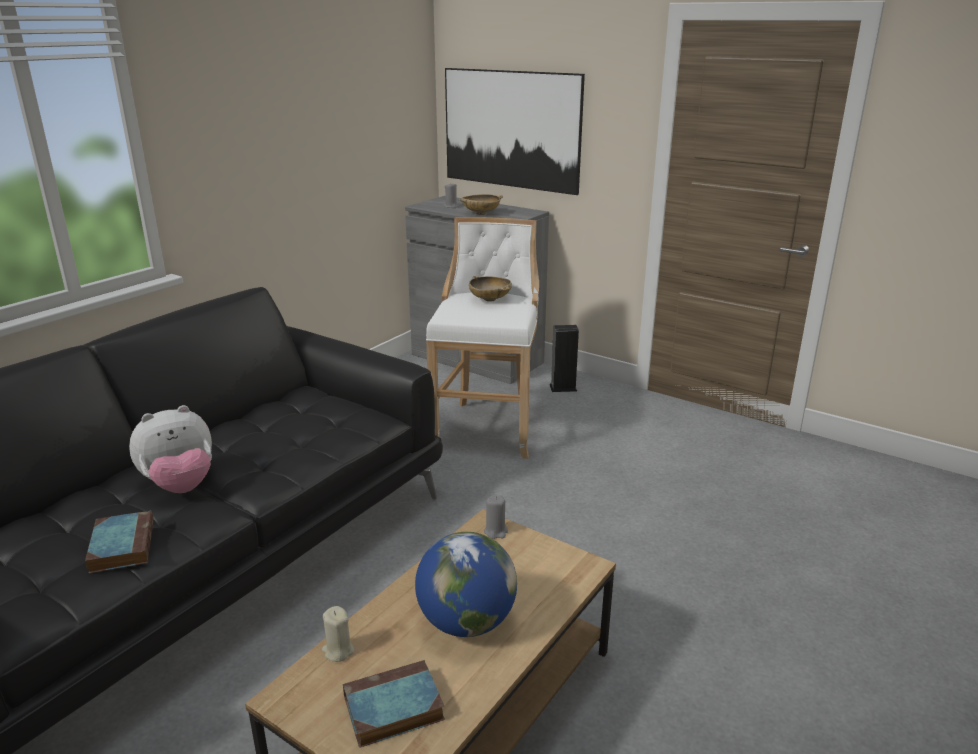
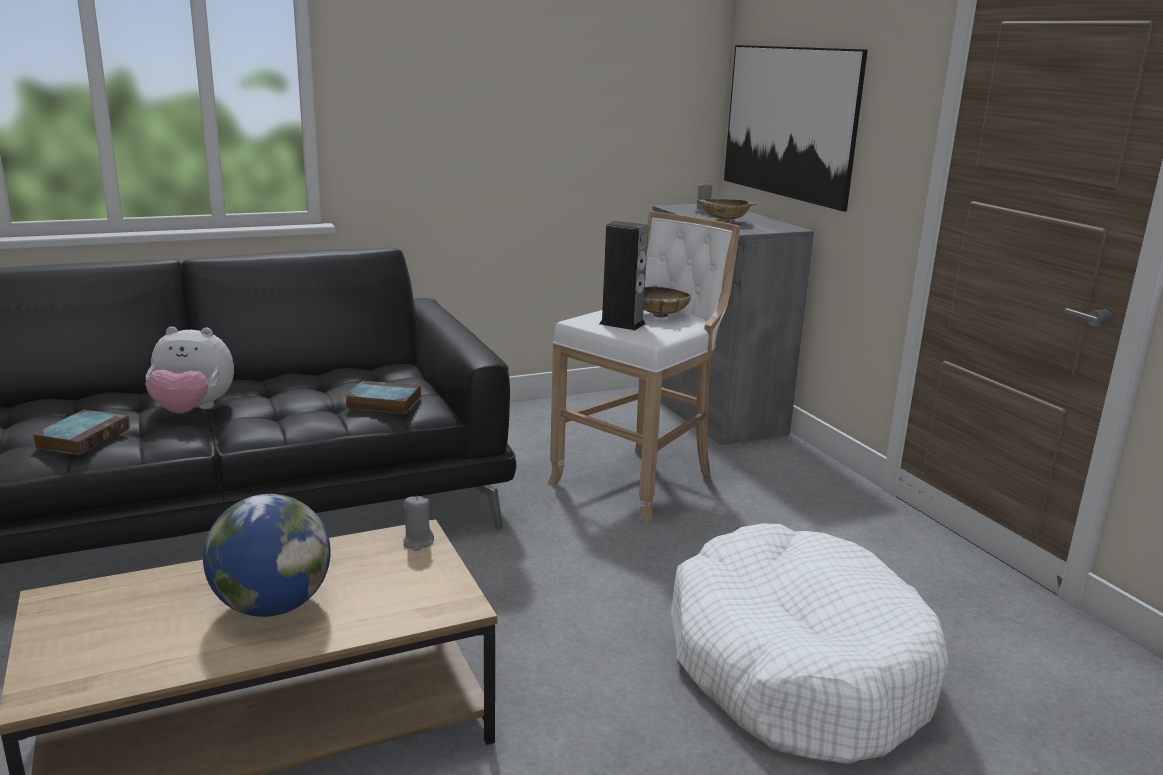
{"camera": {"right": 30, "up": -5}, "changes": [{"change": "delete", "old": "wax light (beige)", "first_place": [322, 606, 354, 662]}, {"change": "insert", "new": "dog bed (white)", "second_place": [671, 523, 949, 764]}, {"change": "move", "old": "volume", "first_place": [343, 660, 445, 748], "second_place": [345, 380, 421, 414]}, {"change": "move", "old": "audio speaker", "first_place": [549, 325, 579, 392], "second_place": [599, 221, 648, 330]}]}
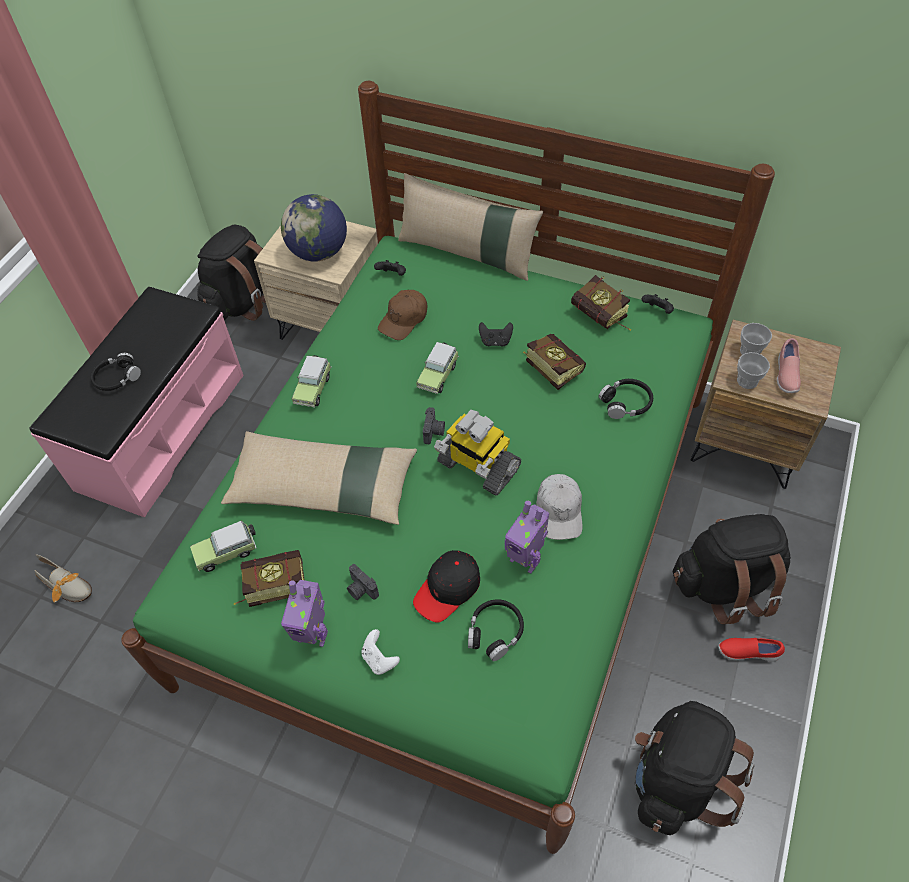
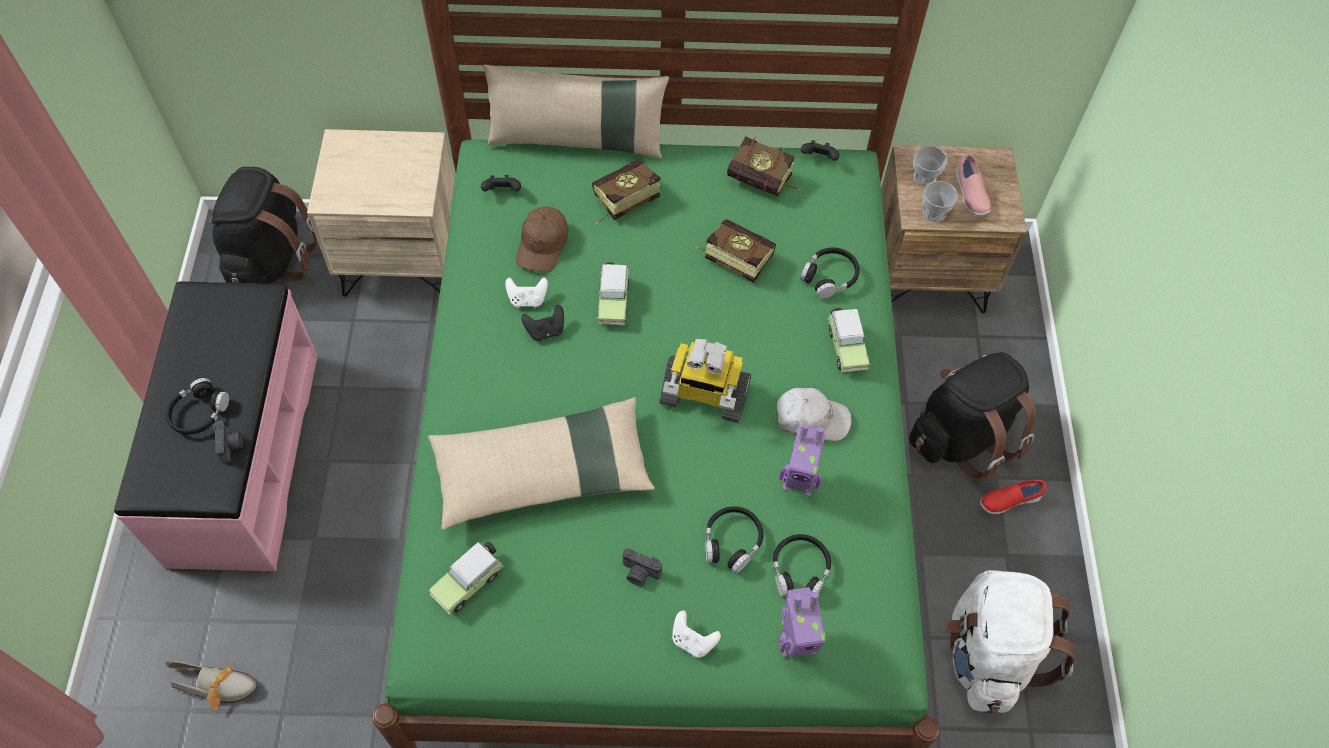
{"camera": {"right": -25, "up": 5}, "changes": [{"change": "delete", "old": "desk globe", "first_place": [281, 194, 347, 262]}, {"change": "insert", "new": "gamepad (white)", "second_place": [505, 277, 548, 307]}, {"change": "move", "old": "volume", "first_place": [234, 550, 305, 607], "second_place": [592, 160, 661, 225]}, {"change": "move", "old": "model robot", "first_place": [281, 580, 328, 647], "second_place": [778, 587, 826, 657]}, {"change": "move", "old": "model car", "first_place": [292, 355, 332, 407], "second_place": [828, 308, 870, 373]}, {"change": "move", "old": "still camera", "first_place": [423, 407, 445, 444], "second_place": [213, 420, 243, 463]}, {"change": "move", "old": "gamepad (black)", "first_place": [479, 322, 513, 347], "second_place": [521, 305, 564, 341]}, {"change": "replace", "old": "baseball cap (black)", "new": "pair of headphones (black)", "first_place": [413, 550, 480, 623], "second_place": [705, 506, 763, 573]}, {"change": "recolor", "old": "backpack (black)", "new": "backpack (white)", "first_place": [635, 701, 755, 835], "second_place": [945, 570, 1075, 714]}, {"change": "rotate", "old": "baseball cap (white)", "first_place": [536, 474, 582, 540], "second_place": [777, 388, 852, 441], "degrees": -60}]}
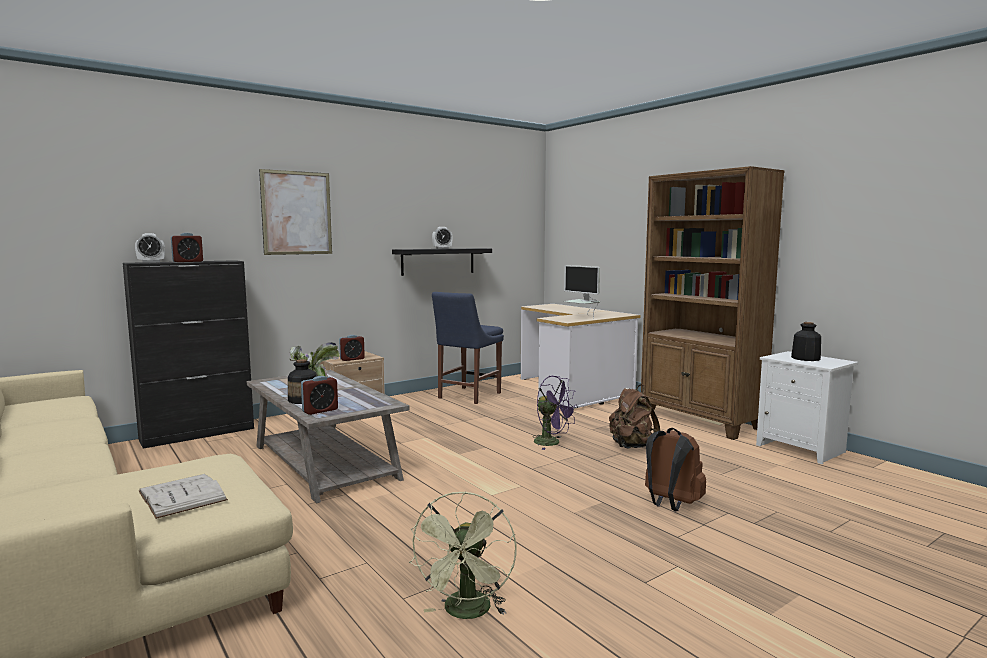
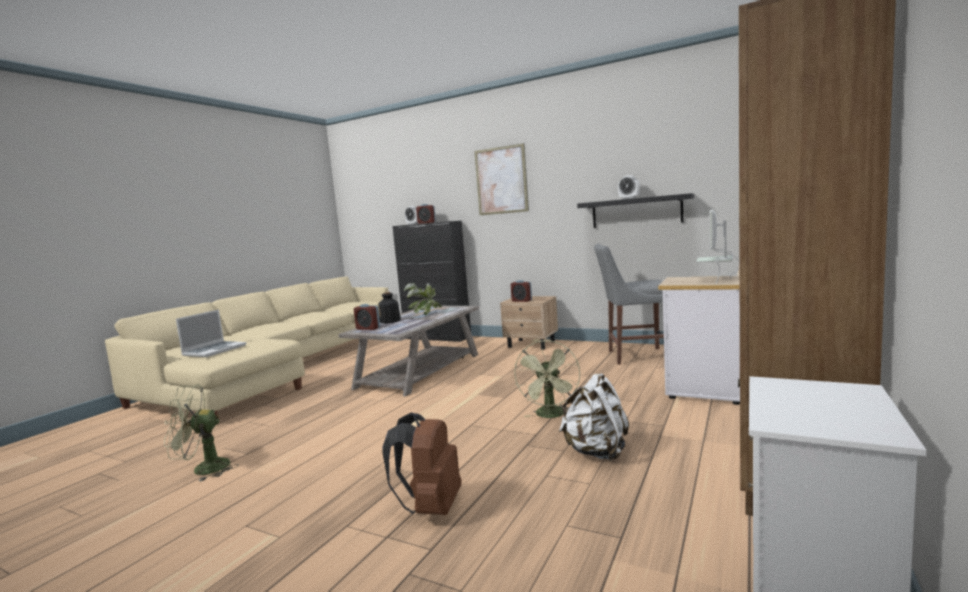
{"camera": {"right": 65, "up": 0}, "changes": [{"change": "delete", "old": "bottle", "first_place": [791, 322, 821, 361]}, {"change": "replace", "old": "volume (white)", "new": "notebook computer", "first_place": [139, 474, 228, 519], "second_place": [176, 309, 246, 357]}, {"change": "recolor", "old": "plain chair (blue)", "new": "plain chair (greyish)", "first_place": [432, 292, 504, 404], "second_place": [594, 244, 664, 365]}, {"change": "recolor", "old": "electric fan (purple)", "new": "electric fan (green)", "first_place": [532, 376, 578, 450], "second_place": [514, 340, 580, 418]}, {"change": "recolor", "old": "backpack (brown)", "new": "backpack (white)", "first_place": [609, 384, 660, 449], "second_place": [559, 373, 630, 461]}]}
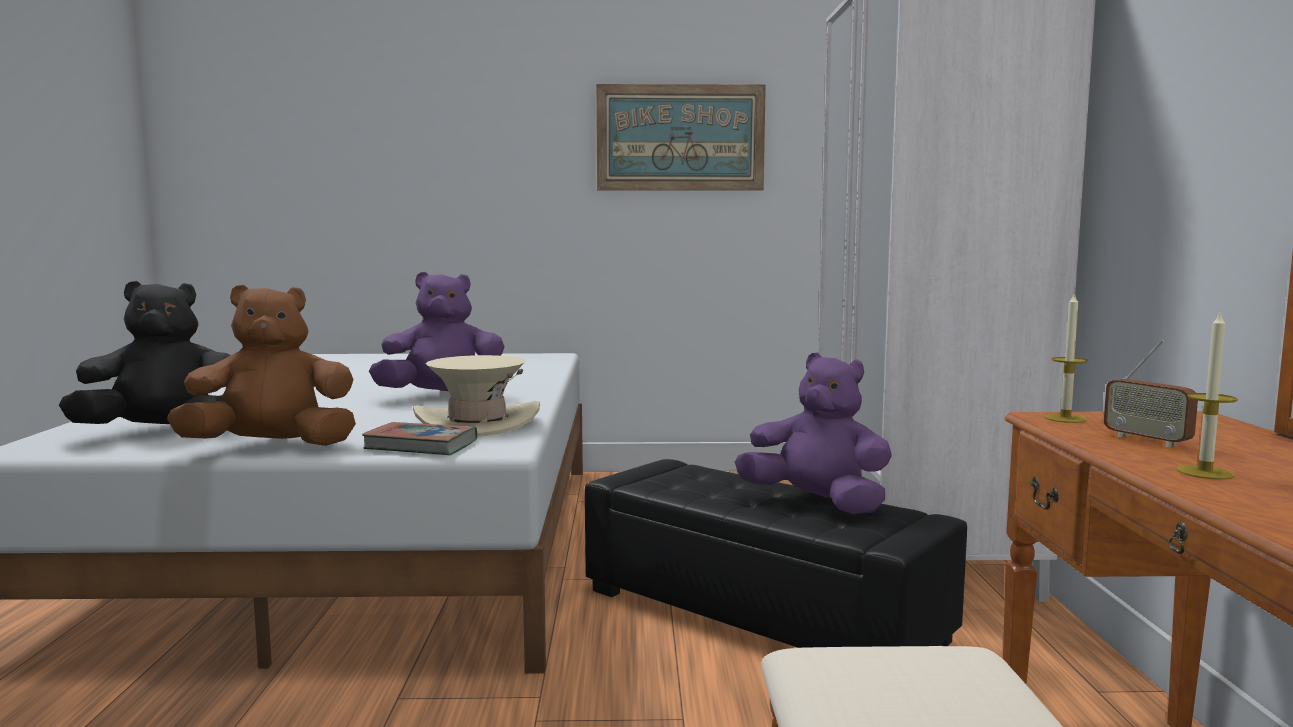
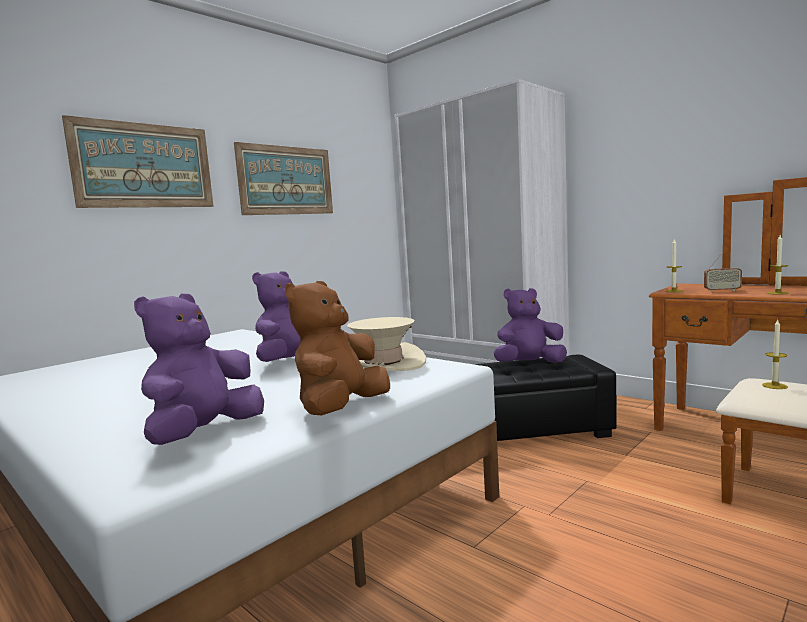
{"camera": {"right": -45, "up": 0}, "changes": [{"change": "delete", "old": "volume", "first_place": [362, 422, 477, 455]}, {"change": "insert", "new": "wall art", "second_place": [62, 115, 213, 208]}, {"change": "insert", "new": "wax light", "second_place": [762, 319, 788, 389]}, {"change": "recolor", "old": "plush toy (black)", "new": "plush toy (purple)", "first_place": [59, 281, 231, 424], "second_place": [134, 293, 264, 445]}]}
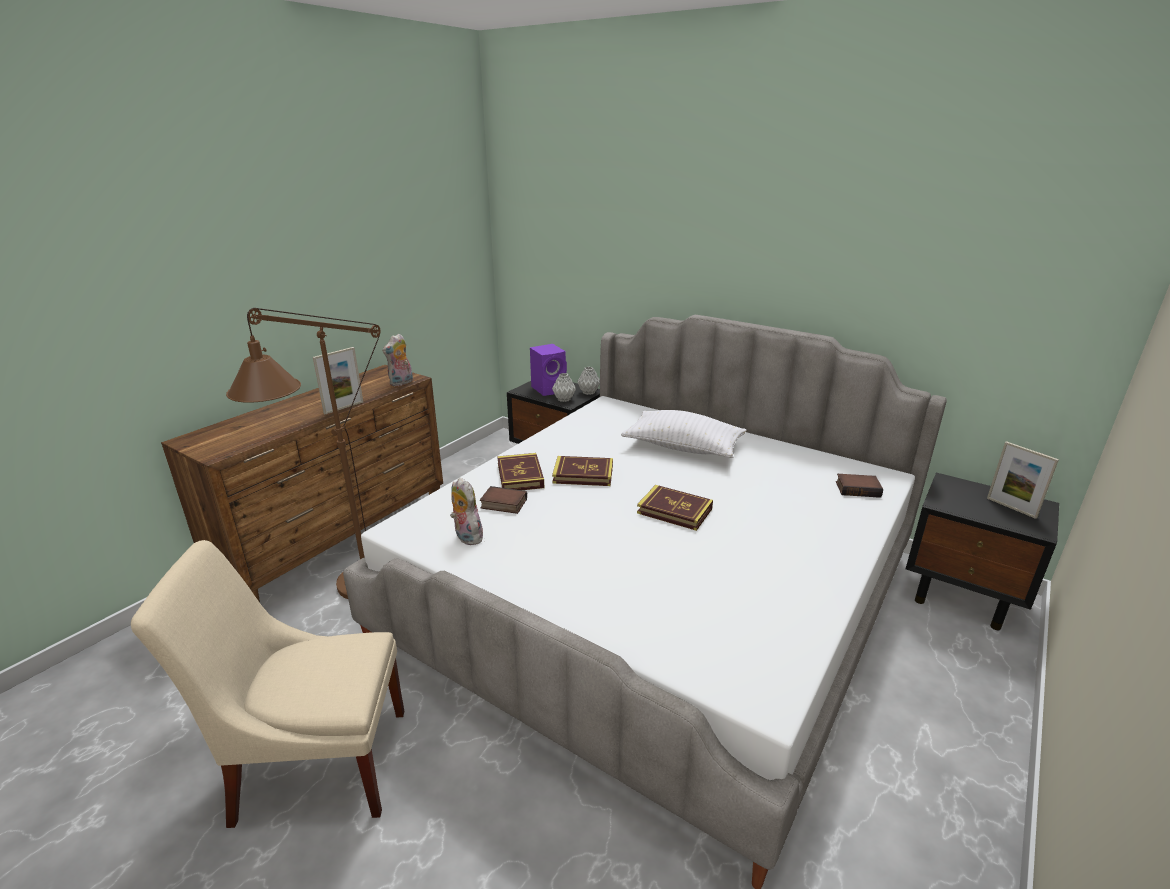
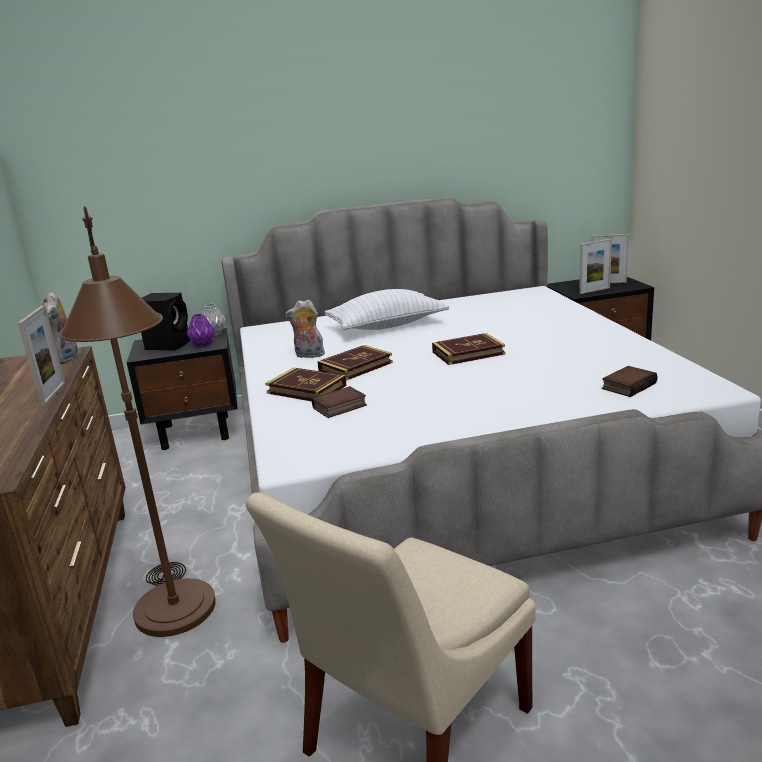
{"camera": {"right": -45, "up": -5}, "changes": [{"change": "insert", "new": "standing frame", "second_place": [579, 239, 612, 294]}, {"change": "move", "old": "plush toy", "first_place": [450, 477, 483, 545], "second_place": [285, 300, 325, 358]}, {"change": "move", "old": "volume", "first_place": [836, 474, 883, 498], "second_place": [602, 366, 658, 397]}, {"change": "recolor", "old": "audio speaker (purple)", "new": "audio speaker (black)", "first_place": [530, 344, 567, 396], "second_place": [141, 292, 190, 351]}, {"change": "recolor", "old": "flower vase (greyish)", "new": "flower vase (purple)", "first_place": [552, 373, 576, 402], "second_place": [187, 314, 215, 347]}]}
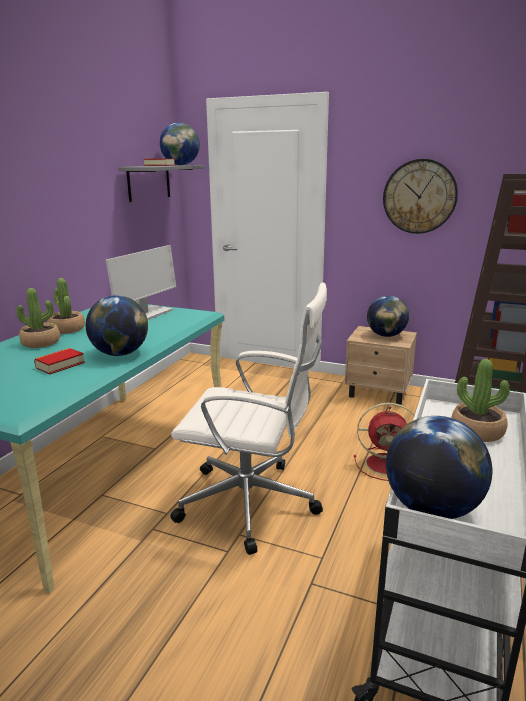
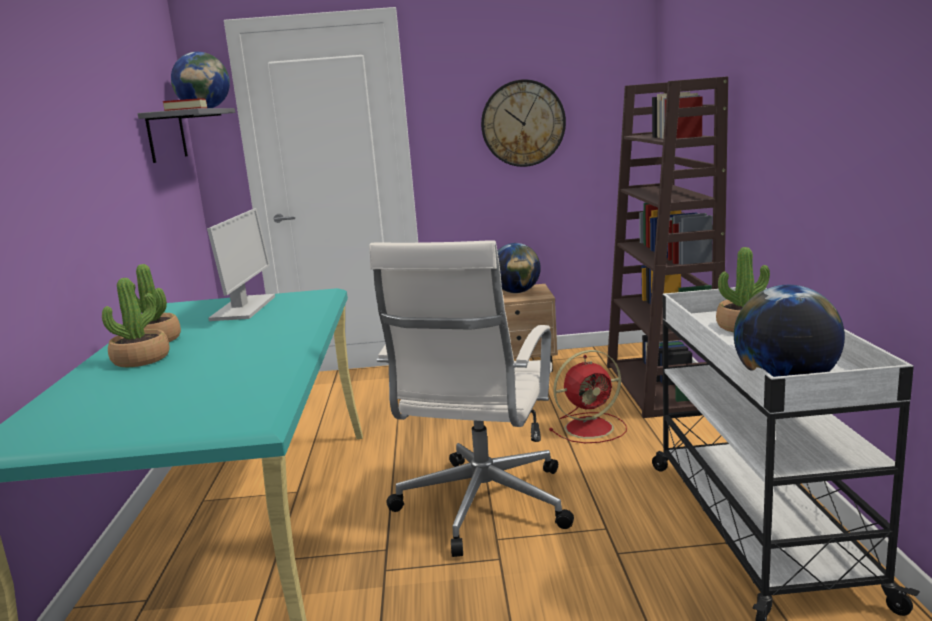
{"camera": {"right": -25, "up": -5}, "changes": [{"change": "delete", "old": "volume", "first_place": [34, 348, 85, 374]}, {"change": "delete", "old": "desk globe", "first_place": [86, 295, 148, 356]}, {"change": "rotate", "old": "office chair (white)", "first_place": [170, 282, 327, 555], "second_place": [369, 240, 574, 557], "degrees": 120}]}
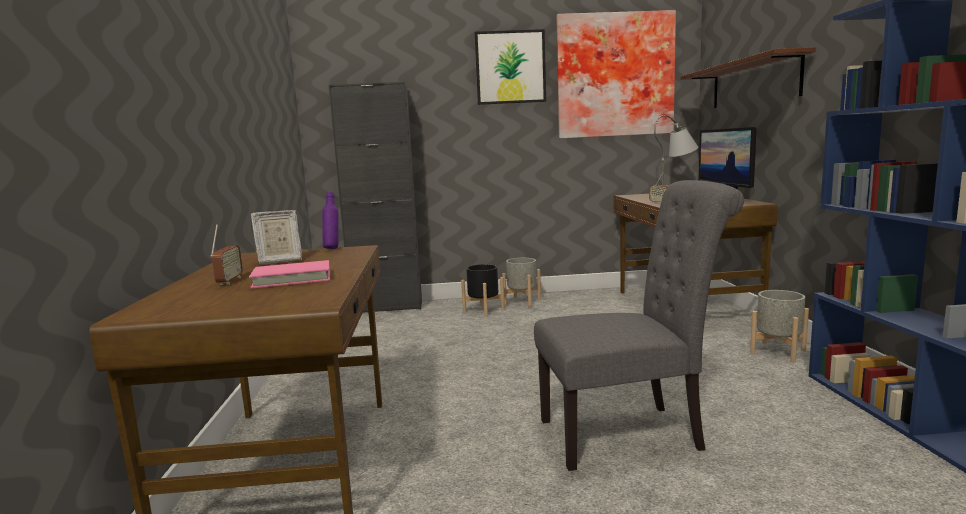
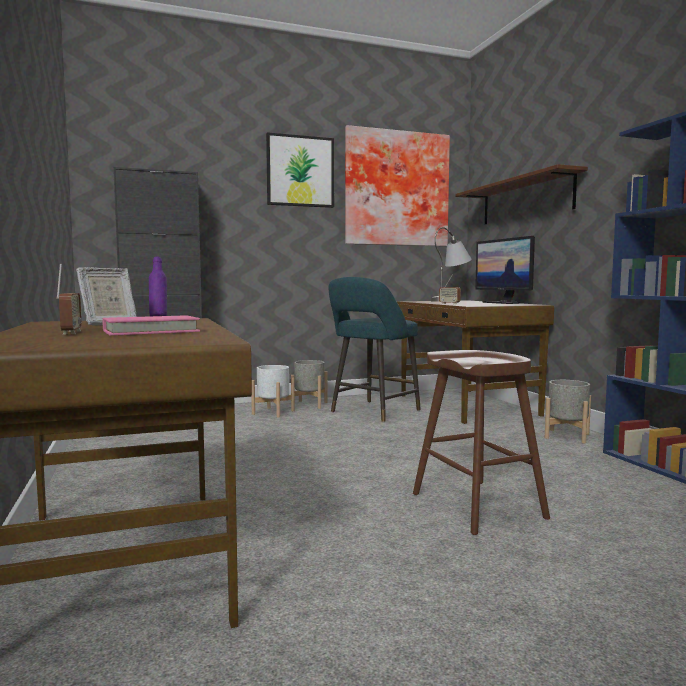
{"camera": {"right": -15, "up": -5}, "changes": [{"change": "insert", "new": "sitting stool (turquoise)", "second_place": [329, 277, 421, 422]}, {"change": "replace", "old": "plain chair (greyish)", "new": "sitting stool (brown)", "first_place": [534, 180, 744, 471], "second_place": [413, 350, 550, 535]}, {"change": "recolor", "old": "plant pot (black)", "new": "plant pot (white)", "first_place": [461, 264, 505, 317], "second_place": [251, 365, 295, 418]}]}
